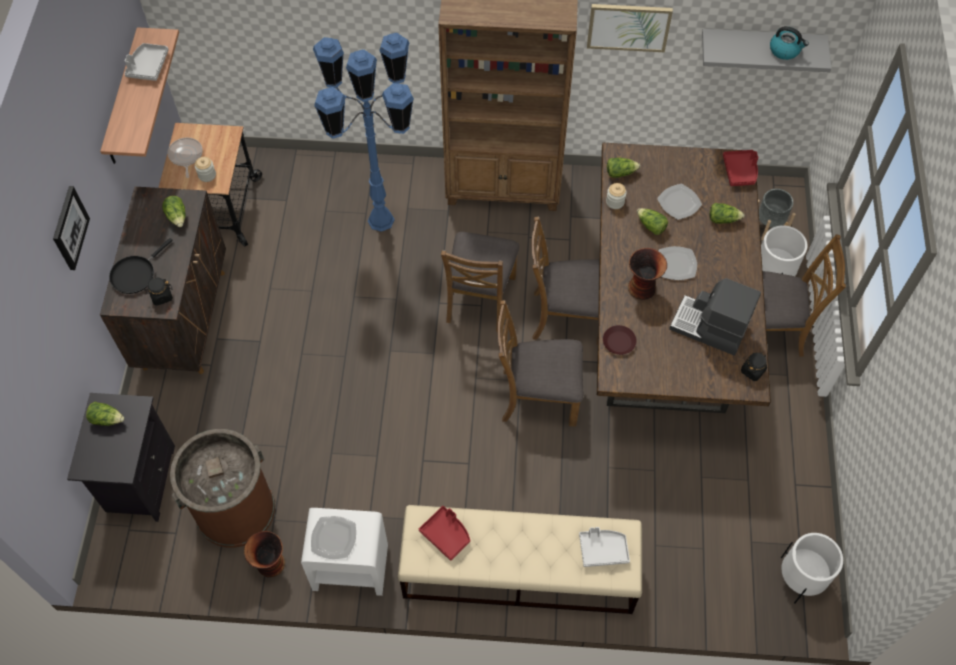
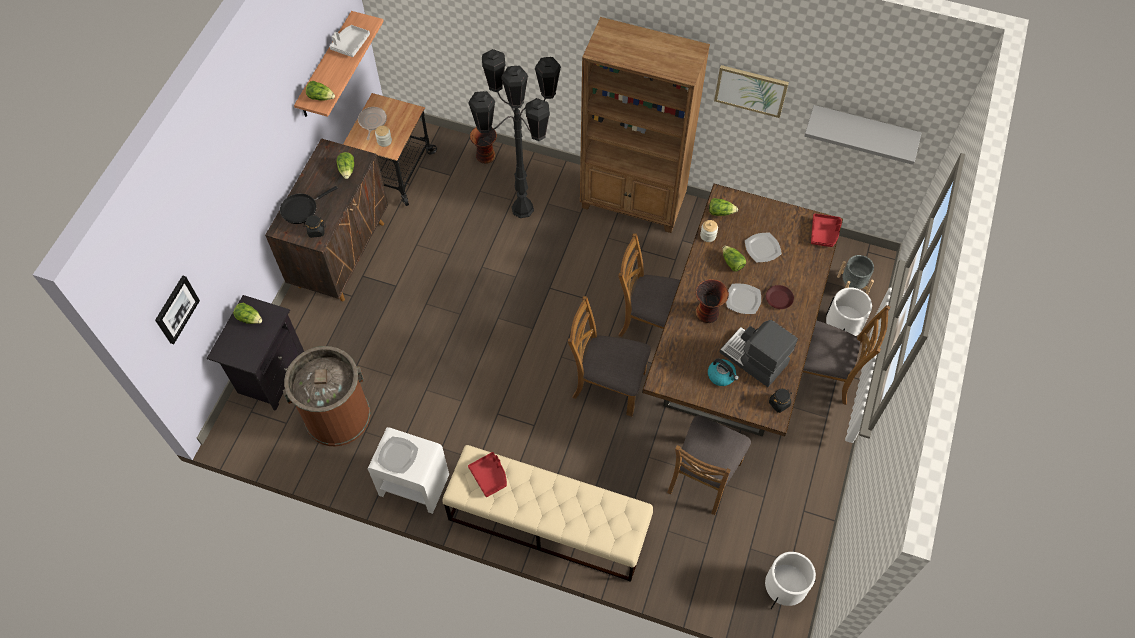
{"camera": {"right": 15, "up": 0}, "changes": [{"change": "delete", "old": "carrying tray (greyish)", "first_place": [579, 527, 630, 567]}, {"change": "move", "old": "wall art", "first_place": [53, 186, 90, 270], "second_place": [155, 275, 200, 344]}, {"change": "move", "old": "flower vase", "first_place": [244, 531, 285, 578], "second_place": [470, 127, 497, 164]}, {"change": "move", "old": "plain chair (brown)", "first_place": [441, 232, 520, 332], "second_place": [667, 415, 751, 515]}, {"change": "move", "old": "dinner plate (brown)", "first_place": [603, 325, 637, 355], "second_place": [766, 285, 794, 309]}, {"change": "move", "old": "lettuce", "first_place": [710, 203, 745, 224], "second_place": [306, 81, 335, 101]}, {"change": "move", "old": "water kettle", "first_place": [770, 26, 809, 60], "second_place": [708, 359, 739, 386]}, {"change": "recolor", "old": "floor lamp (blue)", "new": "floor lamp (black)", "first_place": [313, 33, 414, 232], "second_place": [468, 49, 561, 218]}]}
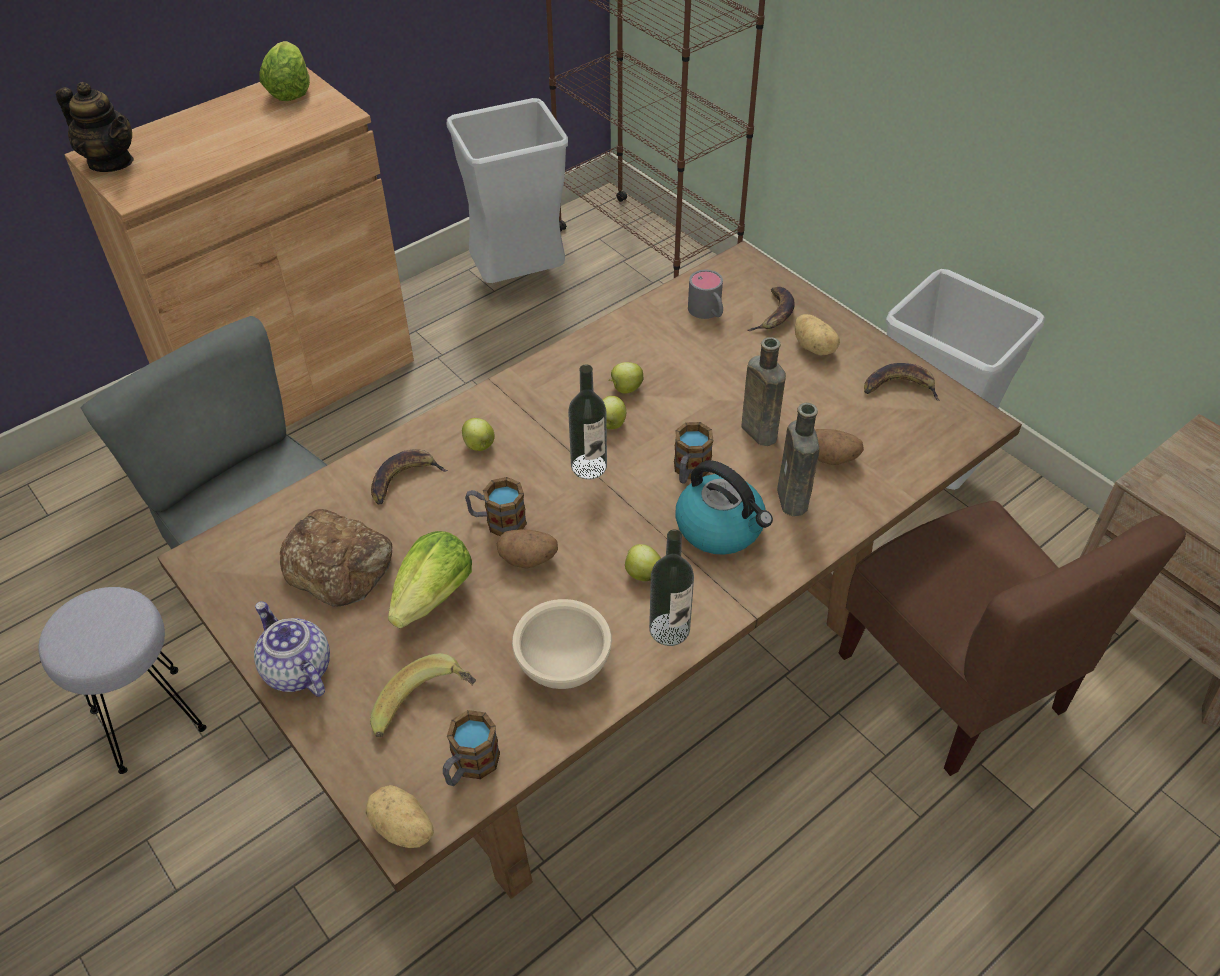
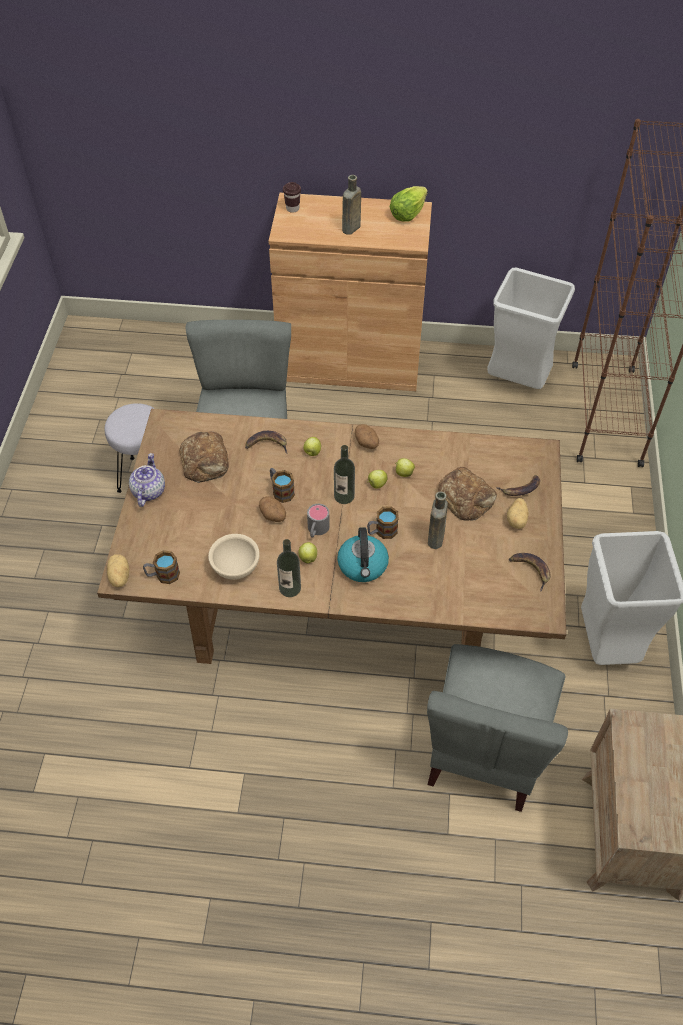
{"camera": {"right": 45, "up": 5}, "changes": [{"change": "delete", "old": "banana", "first_place": [370, 653, 476, 738]}, {"change": "delete", "old": "lettuce", "first_place": [388, 531, 472, 628]}, {"change": "insert", "new": "bread", "second_place": [438, 467, 497, 521]}, {"change": "move", "old": "coffee mug (greyish)", "first_place": [688, 270, 723, 319], "second_place": [307, 504, 330, 537]}, {"change": "move", "old": "bottle (brown)", "first_place": [777, 403, 819, 516], "second_place": [342, 175, 361, 235]}, {"change": "move", "old": "potato", "first_place": [815, 429, 864, 465], "second_place": [355, 424, 379, 449]}, {"change": "replace", "old": "pot for tea", "new": "small cup (brown)", "first_place": [56, 82, 134, 172], "second_place": [283, 182, 301, 213]}, {"change": "recolor", "old": "plain chair (brown)", "new": "plain chair (greyish)", "first_place": [839, 501, 1186, 776], "second_place": [427, 644, 568, 812]}]}
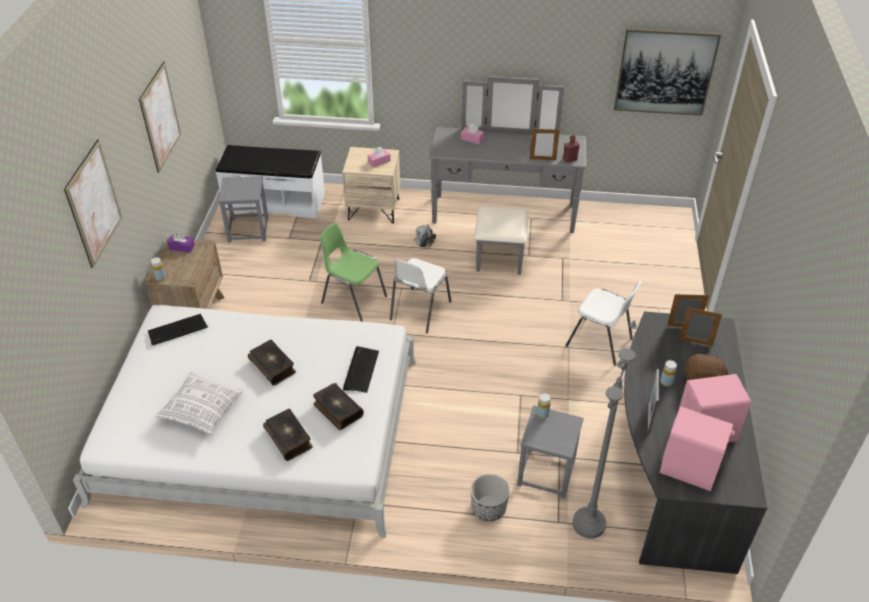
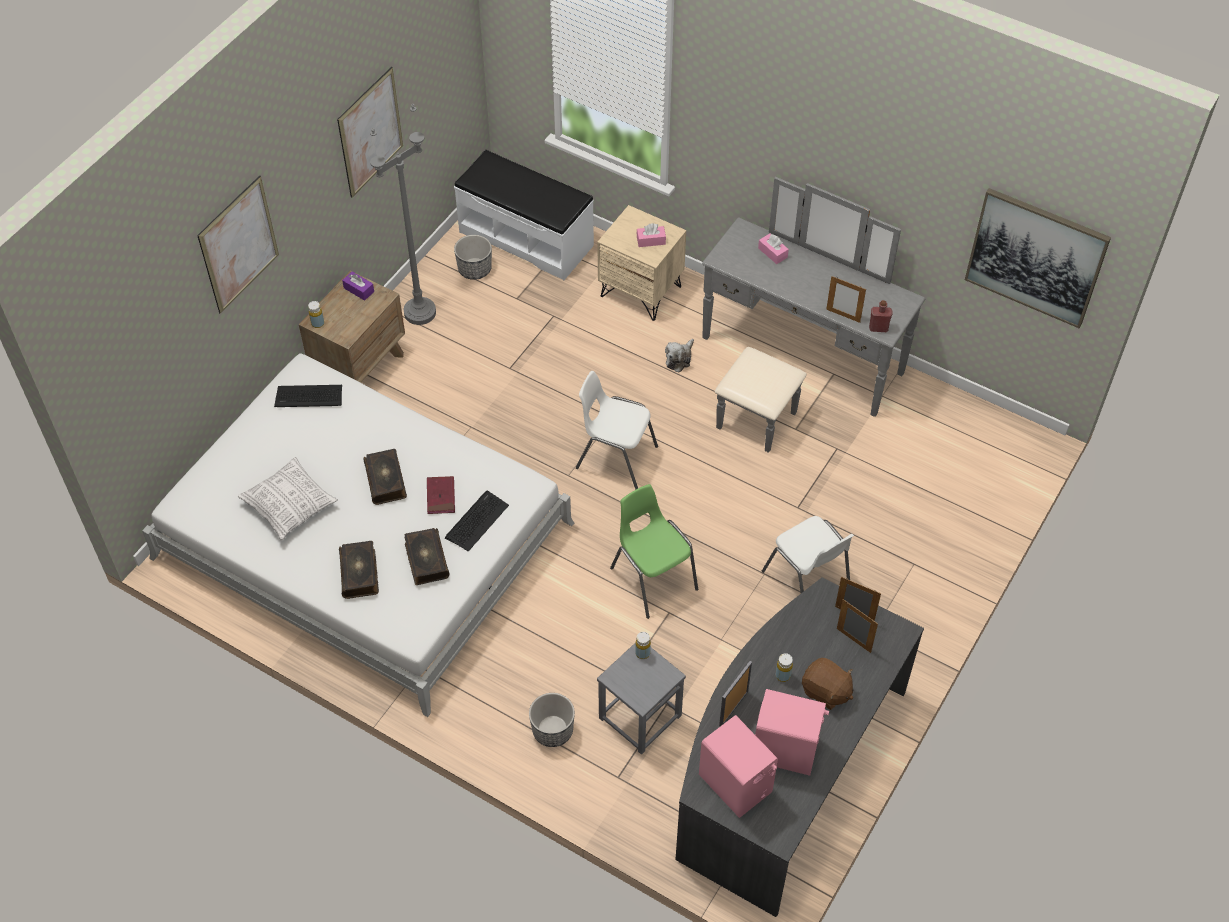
{"camera": {"right": 25, "up": 10}, "changes": [{"change": "insert", "new": "volume (red-coloured)", "second_place": [427, 476, 455, 514]}, {"change": "move", "old": "plain chair (green)", "first_place": [320, 223, 387, 322], "second_place": [610, 484, 698, 619]}, {"change": "move", "old": "floor lamp (greyish)", "first_place": [573, 320, 637, 539], "second_place": [370, 104, 436, 325]}, {"change": "replace", "old": "sitting stool (greyish)", "new": "plant pot", "first_place": [218, 176, 268, 243], "second_place": [454, 235, 492, 280]}, {"change": "rotate", "old": "plain chair (white)", "first_place": [390, 258, 451, 333], "second_place": [576, 371, 658, 489], "degrees": 60}]}
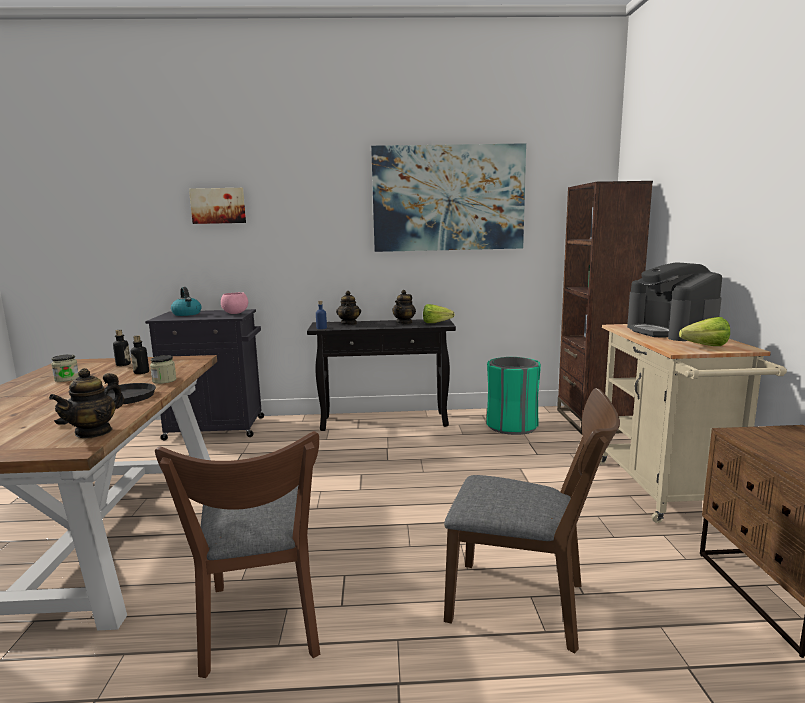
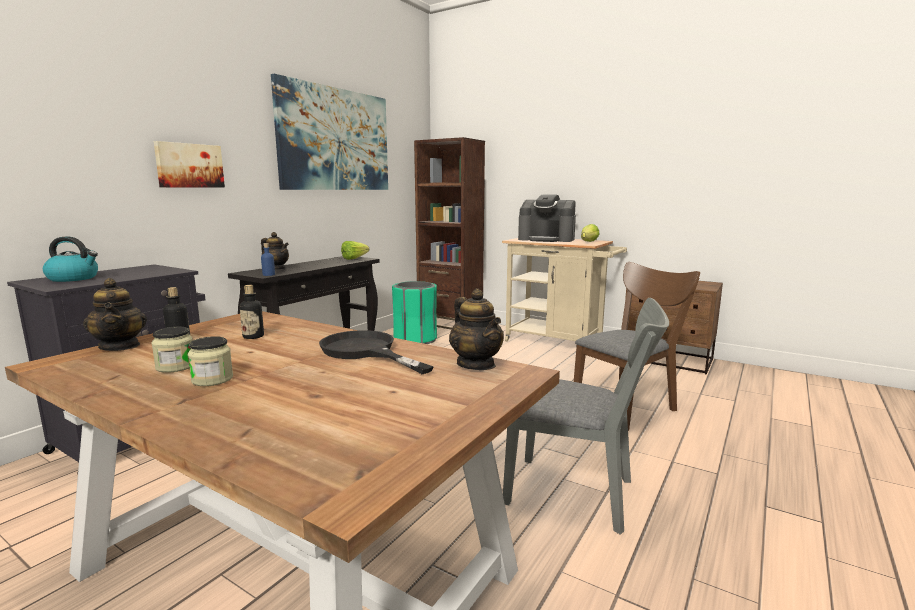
{"camera": {"right": -55, "up": 0}, "changes": [{"change": "delete", "old": "serving bowl (pink)", "first_place": [221, 292, 248, 314]}, {"change": "move", "old": "storage jar", "first_place": [150, 355, 176, 384], "second_place": [188, 336, 233, 386]}, {"change": "move", "old": "wall art", "first_place": [189, 188, 246, 224], "second_place": [154, 141, 225, 188]}, {"change": "move", "old": "pot for tea", "first_place": [392, 290, 416, 324], "second_place": [83, 278, 147, 351]}, {"change": "recolor", "old": "plain chair (brown)", "new": "plain chair (greyish)", "first_place": [155, 431, 320, 678], "second_place": [503, 298, 669, 535]}]}
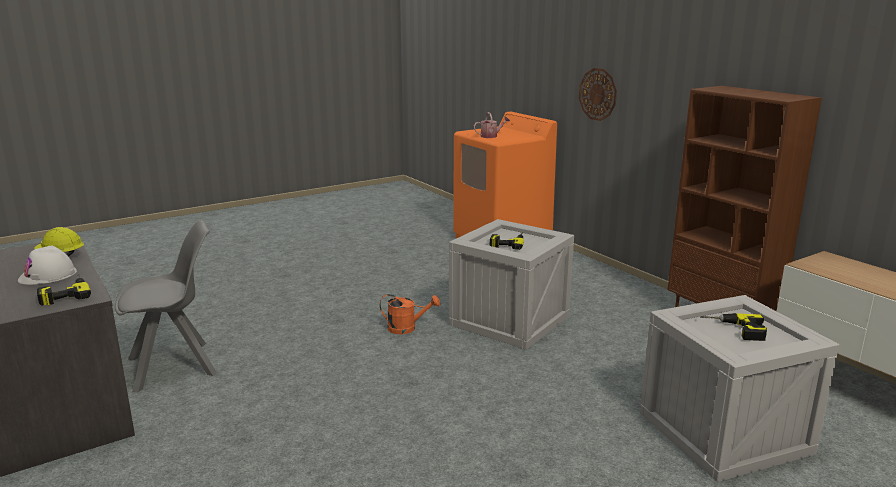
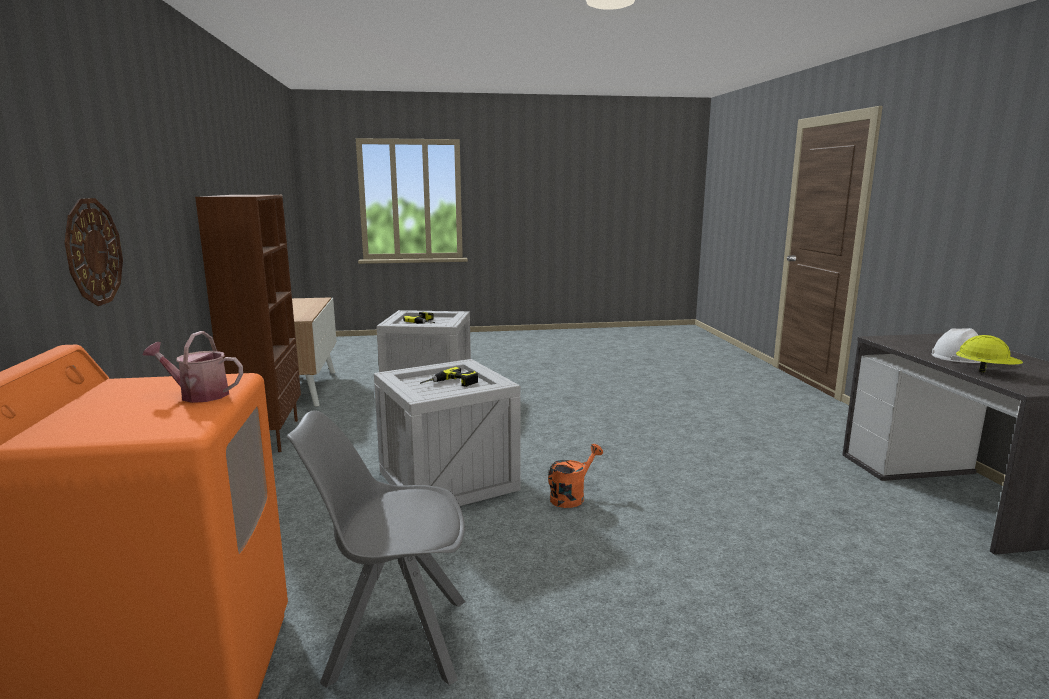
{"camera": {"right": -155, "up": -5}, "changes": [{"change": "delete", "old": "power drill", "first_place": [37, 274, 91, 306]}, {"change": "move", "old": "plain chair (greyish)", "first_place": [115, 220, 217, 393], "second_place": [287, 411, 465, 688]}, {"change": "rotate", "old": "sprinkling can (orangey)", "first_place": [380, 294, 440, 334], "second_place": [548, 444, 603, 508], "degrees": 105}]}
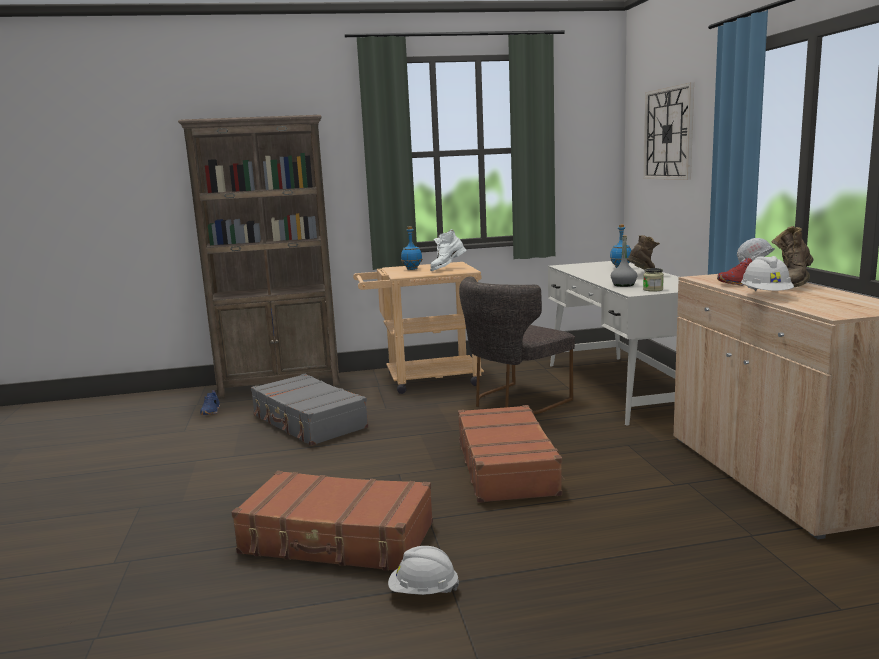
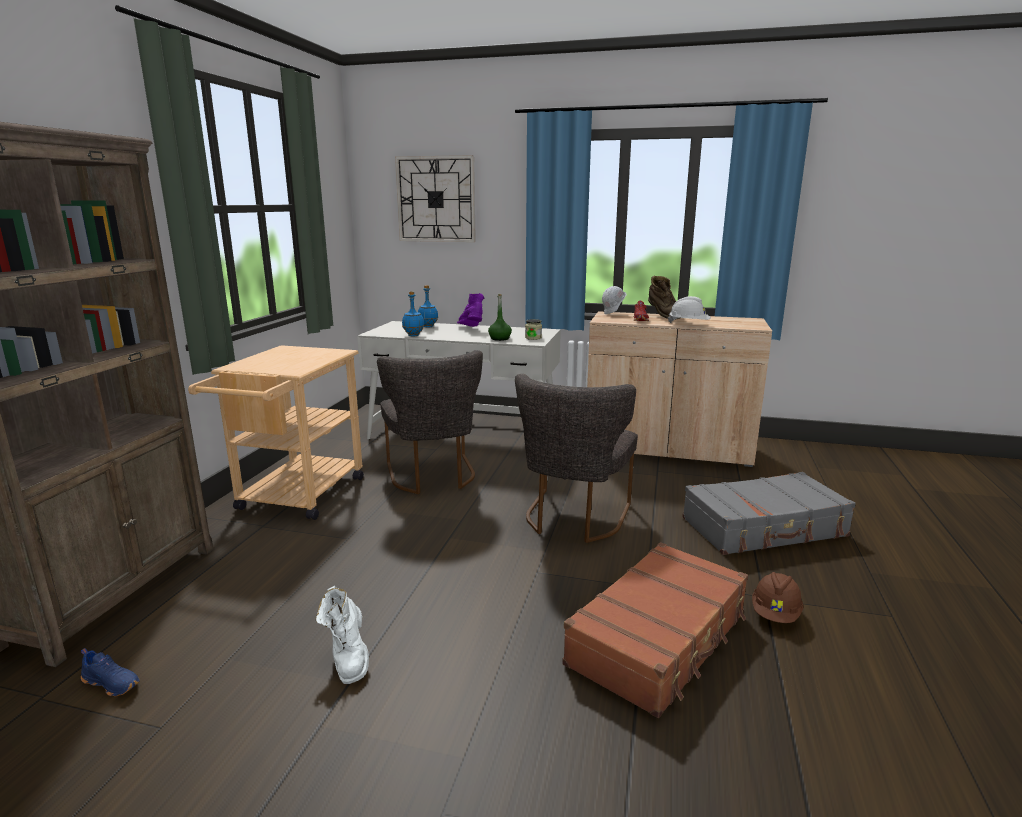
{"camera": {"right": -65, "up": 5}, "changes": [{"change": "move", "old": "suitcase (greyish)", "first_place": [251, 374, 369, 446], "second_place": [682, 472, 856, 555]}, {"change": "move", "old": "bottle (blue)", "first_place": [401, 227, 422, 270], "second_place": [402, 292, 424, 336]}, {"change": "move", "old": "tall boot (white)", "first_place": [430, 229, 466, 271], "second_place": [316, 586, 369, 684]}, {"change": "replace", "old": "suitcase (brown)", "new": "plain chair (greyish)", "first_place": [458, 405, 565, 503], "second_place": [515, 374, 638, 543]}, {"change": "recolor", "old": "work helmet (white)", "new": "work helmet (brown)", "first_place": [388, 546, 459, 595], "second_place": [752, 572, 803, 623]}, {"change": "recolor", "old": "bottle (greyish)", "new": "bottle (green)", "first_place": [611, 235, 637, 287], "second_place": [488, 294, 512, 341]}, {"change": "recolor", "old": "tall boot (brown)", "new": "tall boot (purple)", "first_place": [627, 235, 660, 270], "second_place": [457, 293, 484, 327]}]}
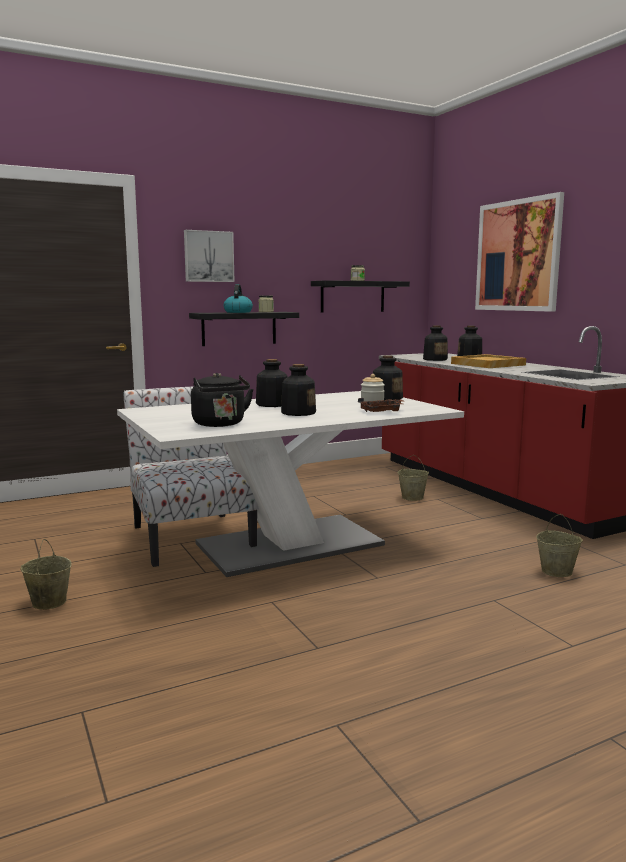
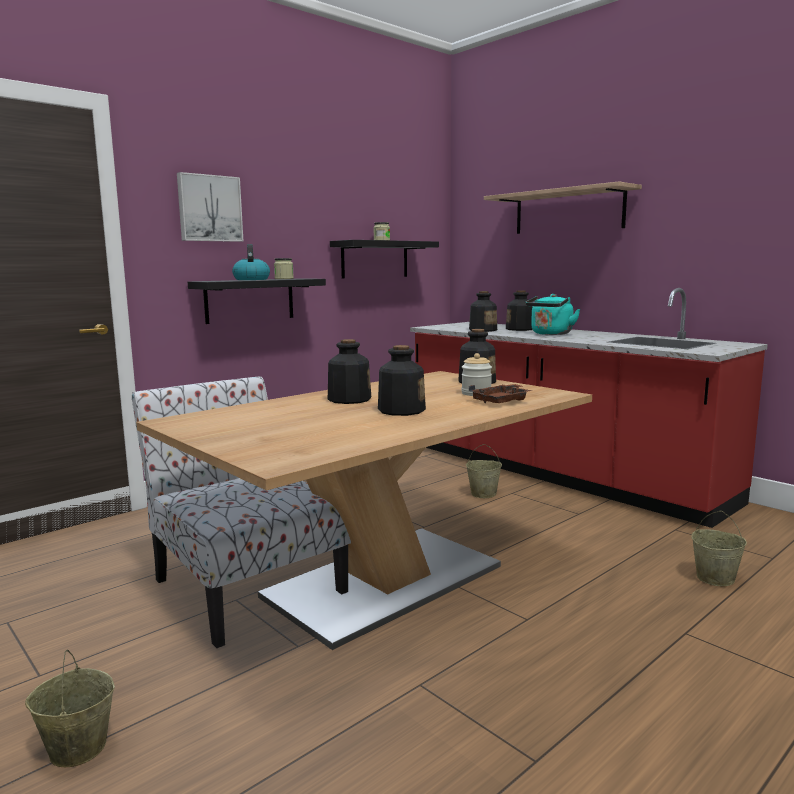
{"camera": {"right": -15, "up": 0}, "changes": [{"change": "delete", "old": "water kettle (black)", "first_place": [191, 373, 254, 427]}, {"change": "replace", "old": "carrying tray (beige)", "new": "water kettle (turquoise)", "first_place": [451, 354, 526, 368], "second_place": [525, 294, 580, 335]}, {"change": "replace", "old": "wall art", "new": "shelf", "first_place": [475, 192, 564, 312], "second_place": [484, 181, 642, 234]}, {"change": "recolor", "old": "dinner table (white)", "new": "dinner table (brown)", "first_place": [117, 391, 464, 577], "second_place": [136, 371, 592, 650]}]}
